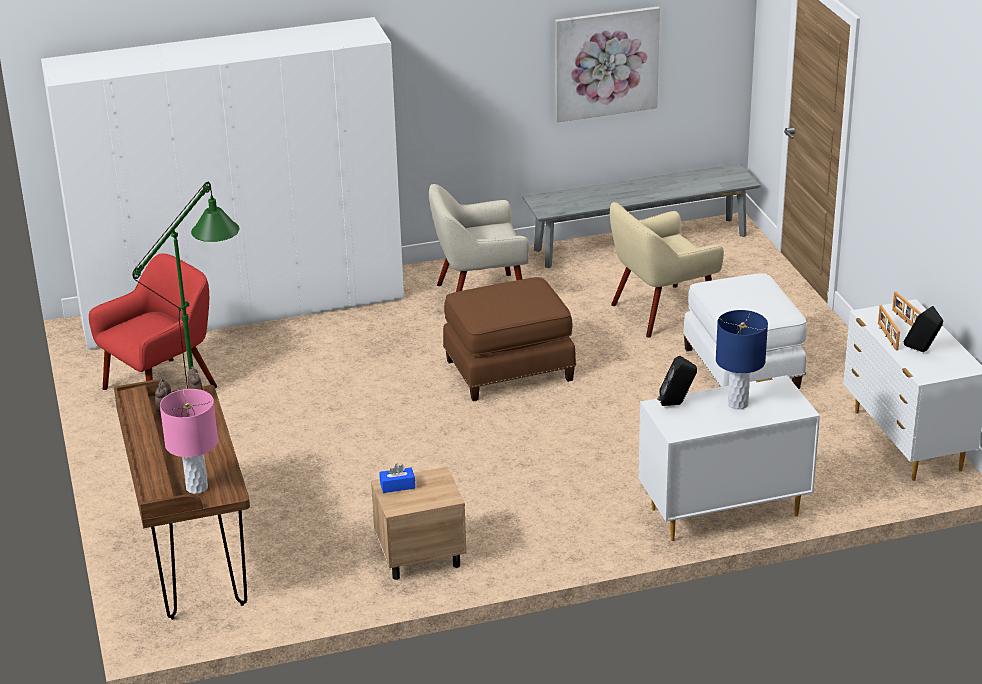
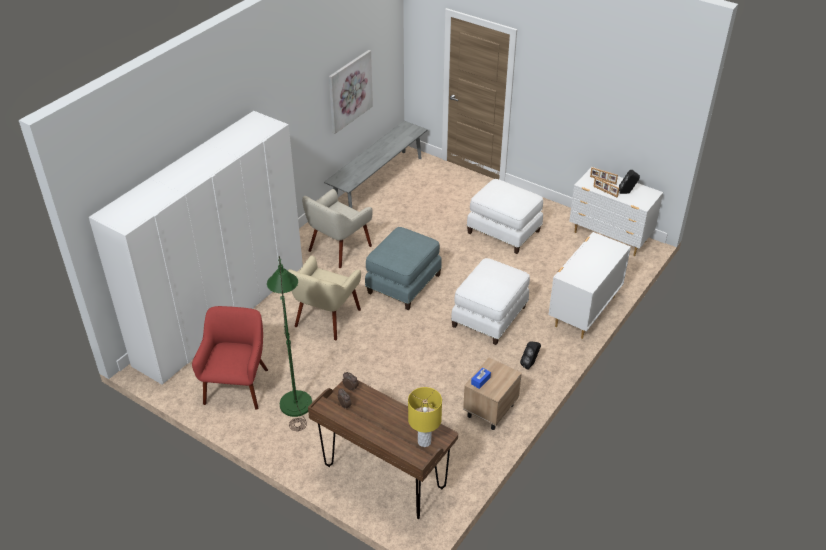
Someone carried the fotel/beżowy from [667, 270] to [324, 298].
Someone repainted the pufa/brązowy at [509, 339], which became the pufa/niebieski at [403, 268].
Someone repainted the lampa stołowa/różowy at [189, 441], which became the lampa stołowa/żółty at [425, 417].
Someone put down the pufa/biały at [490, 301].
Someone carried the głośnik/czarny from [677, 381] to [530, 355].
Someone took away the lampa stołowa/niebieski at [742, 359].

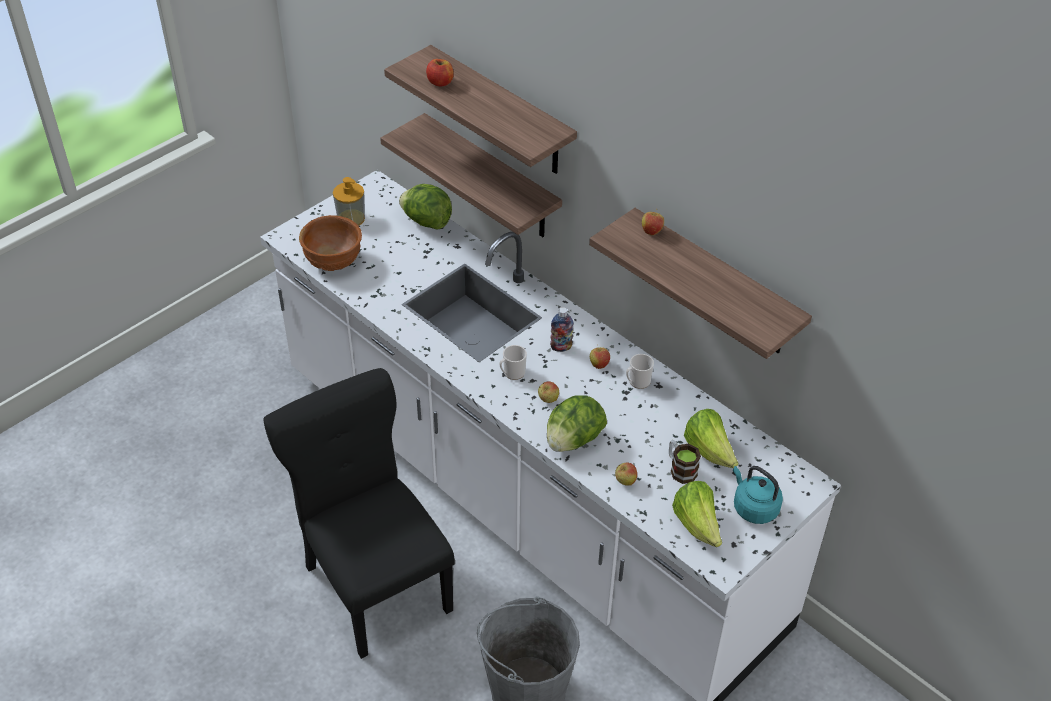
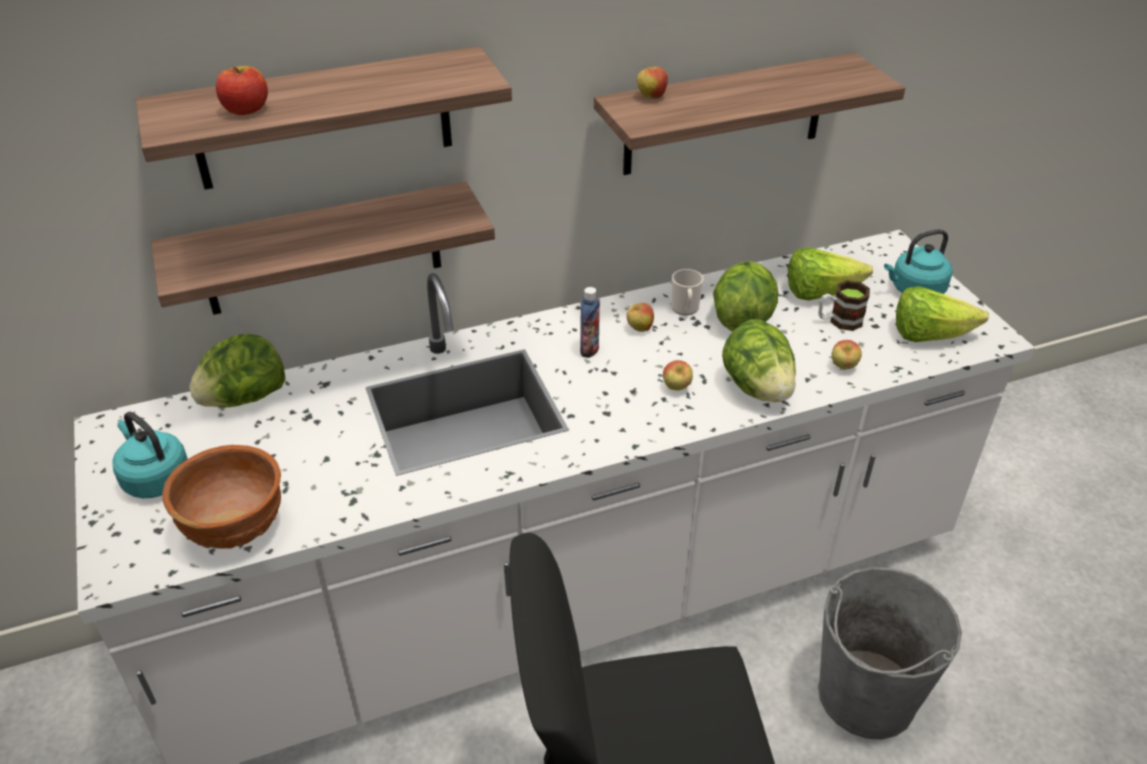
Someone swapped the dozownik mydła at [349, 201] for the czajnik/turkusowy at [150, 455].
Someone put down the sałata at [745, 296].
Someone took away the kubek at [513, 362].

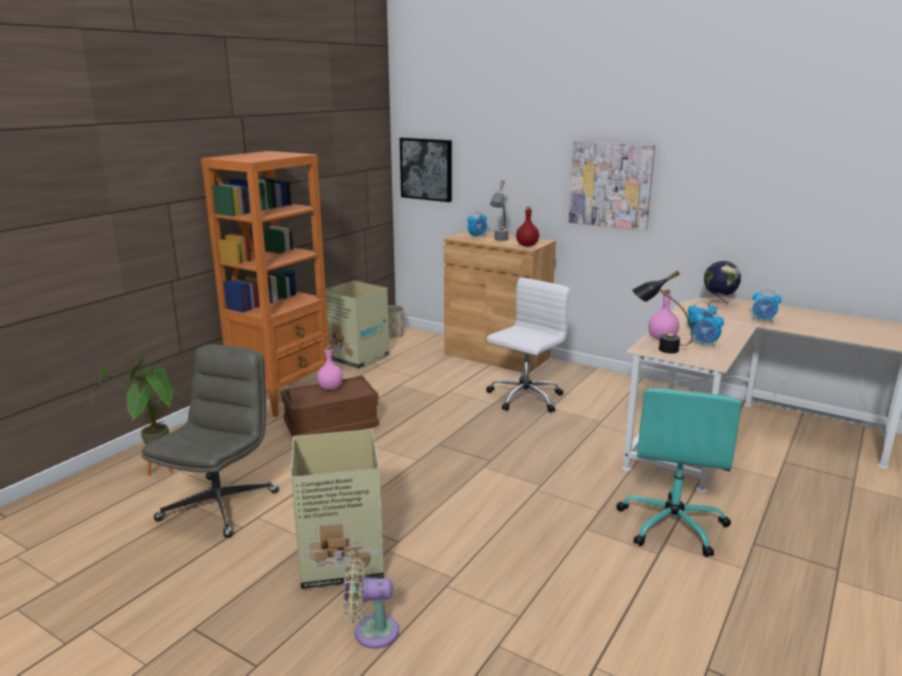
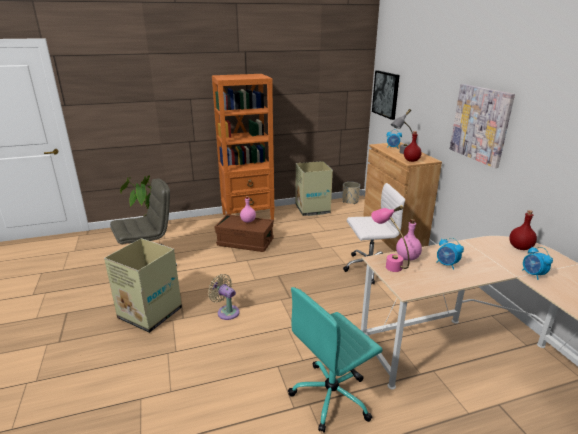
Someone carried the wentylator/beżowy from [371, 603] to [224, 297].
Someone repainted the lampa stołowa/czarny at [662, 312], which became the lampa stołowa/różowy at [390, 238].
Someone swapped the globus at [722, 285] for the butelka/czerwony at [523, 230].
Someone took away the budzik at [708, 328].

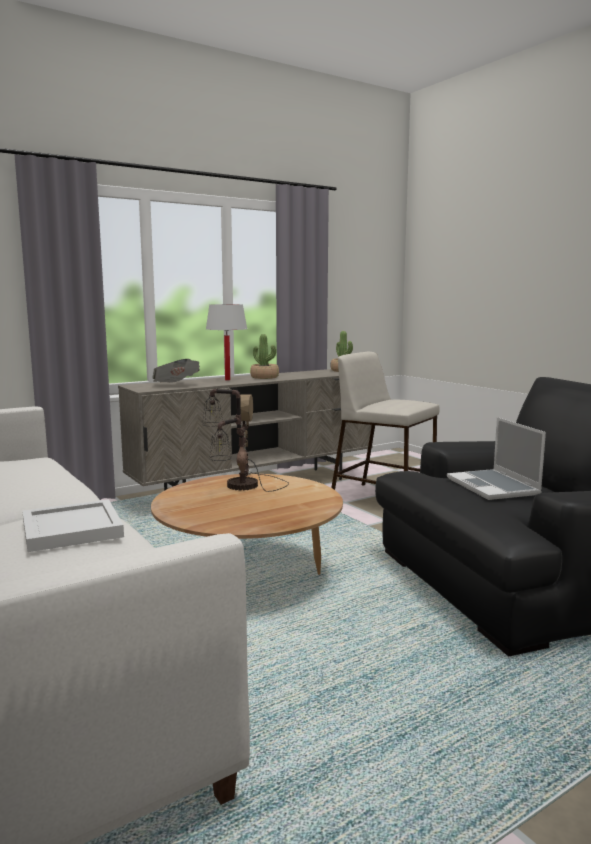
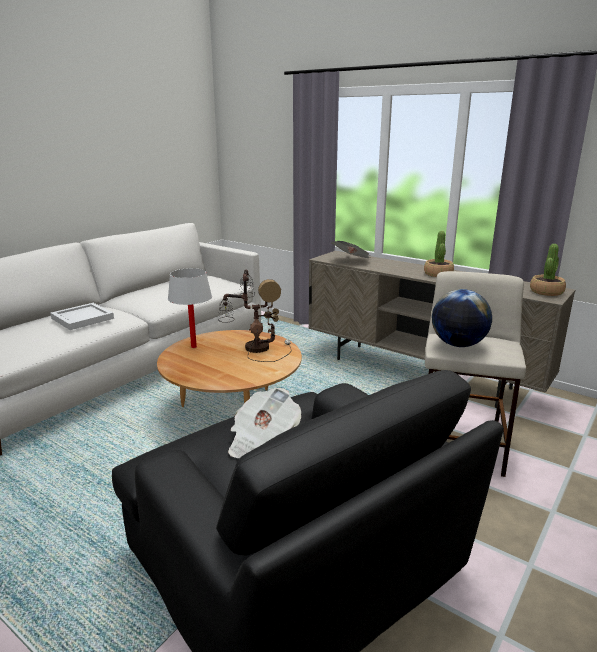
Someone carried the lampa stołowa/biały from [226, 342] to [190, 308].
Someone swapped the laptop at [496, 458] for the gazeta at [264, 423].
Someone put down the globus at [462, 318].

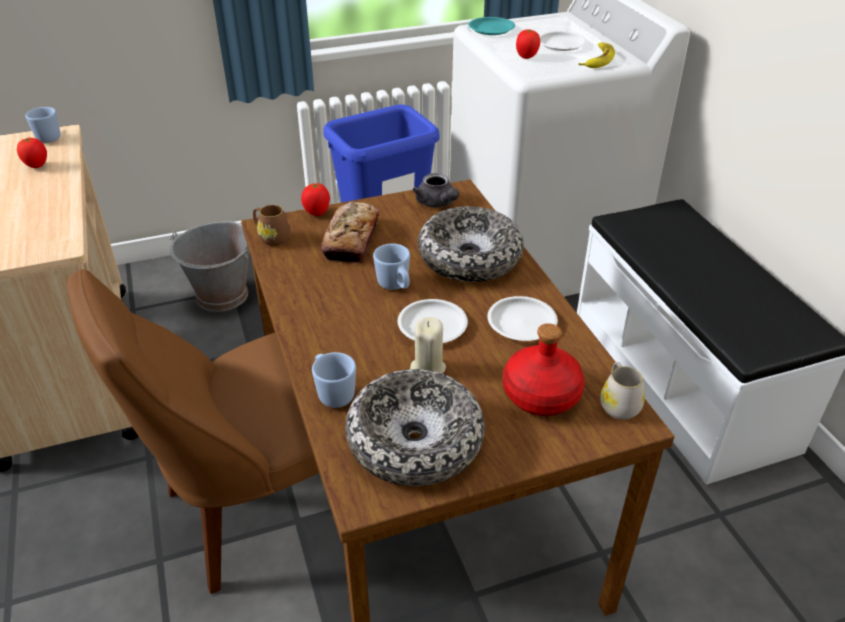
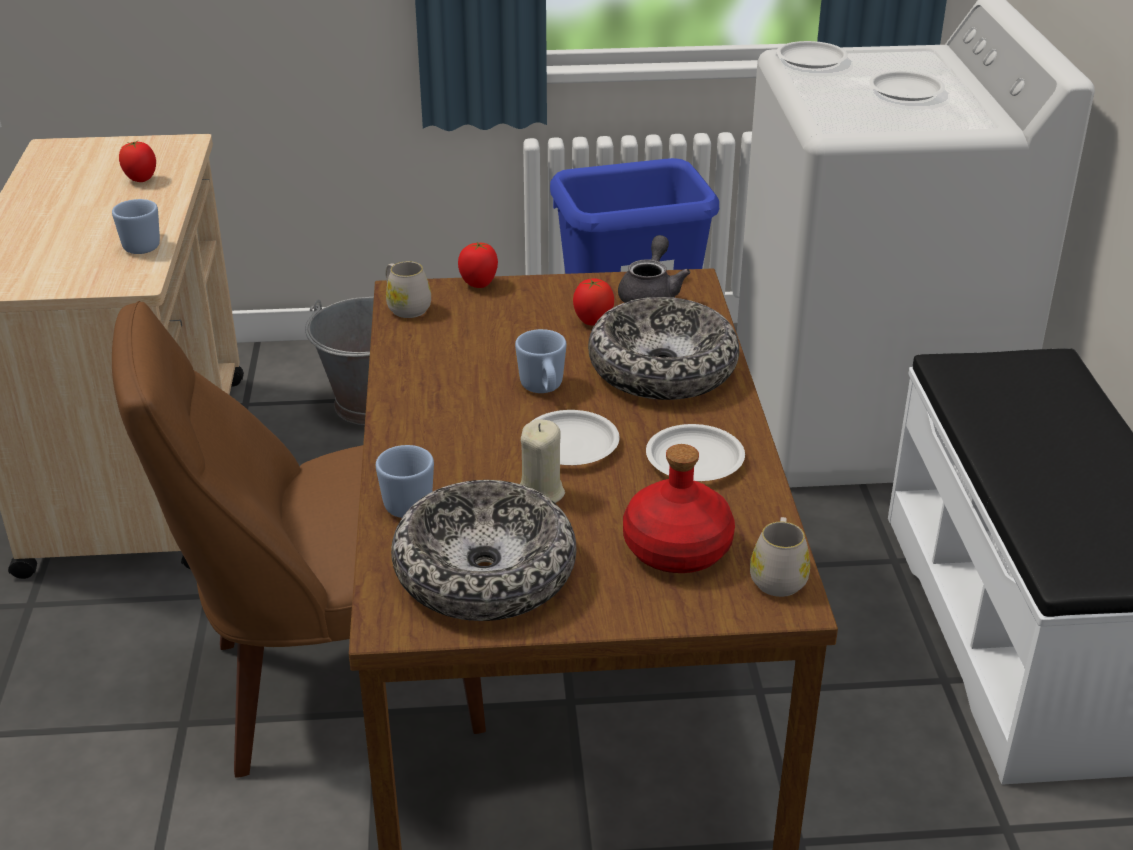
Someone carried the kubek/niebieski from [42, 125] to [136, 226].
Someone repainted the kubek/brązowy at [272, 225], which became the kubek/biały at [408, 289].
Someone carried the pomidor from [528, 44] to [593, 302].
Someone rotated the imbryk/szary at [436, 190] by 150 degrees counterclockwise.
Someone repainted the talerz/turkusowy at [491, 26], which became the talerz/biały at [812, 54].
Someone took away the chleb at [350, 232].
Someone took away the banan at [596, 55].

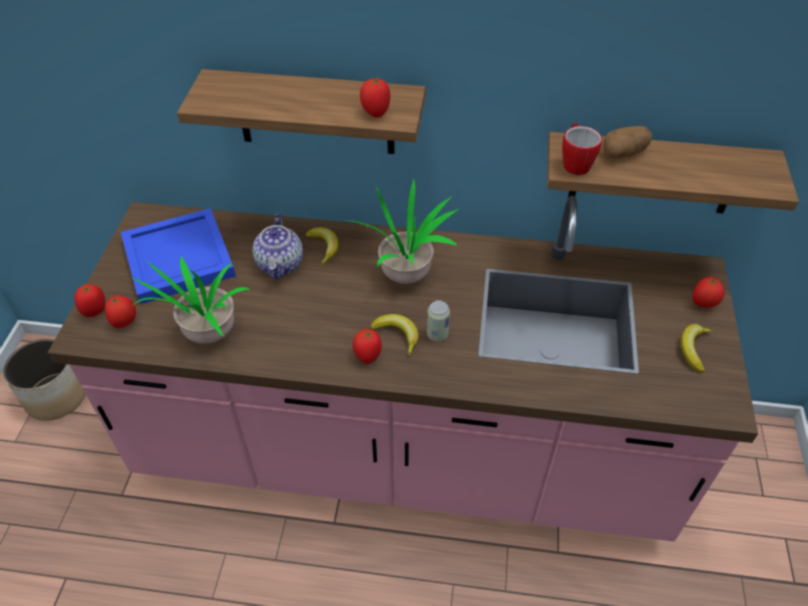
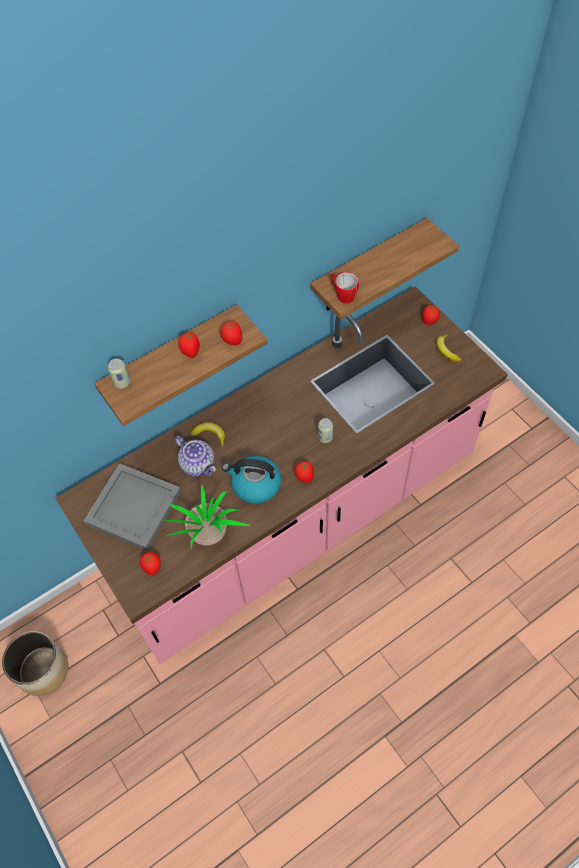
Someone repainted the taca/niebieski at [178, 256], which became the taca/szary at [132, 507].
Someone put down the puszka at [119, 373].
Someone carried the pomidor from [90, 300] to [189, 345].
Someone put down the czajnik at [251, 480].
Someone took away the roślina doniczkowa at [403, 231].
Someone took away the banan at [394, 335].
Someone took away the ziemniak at [627, 142].

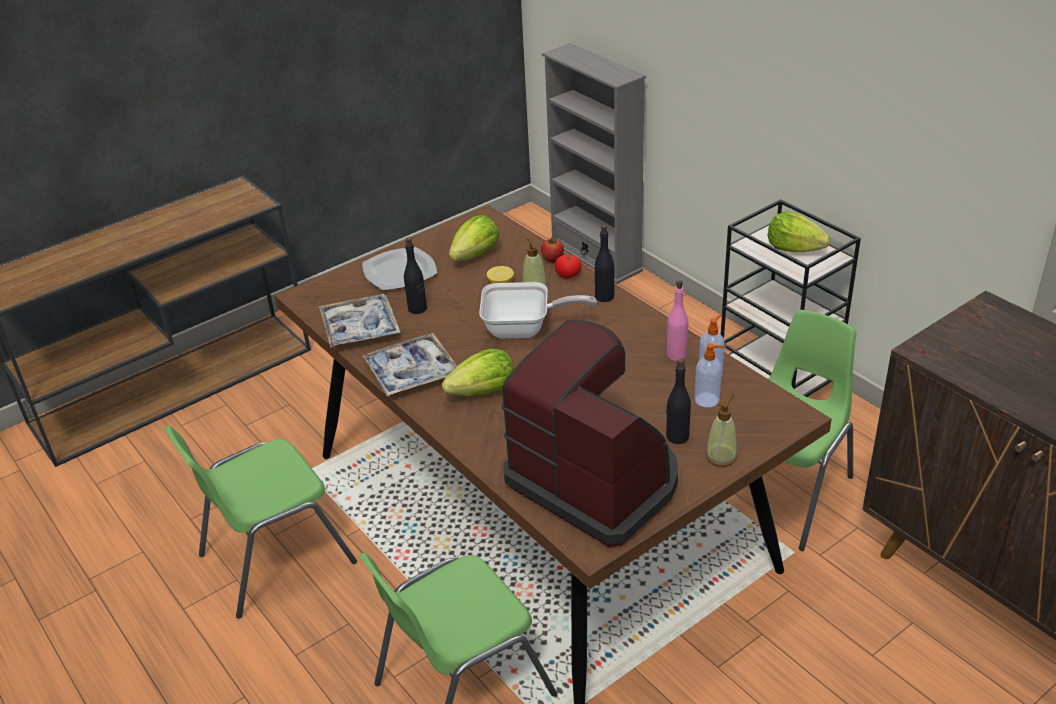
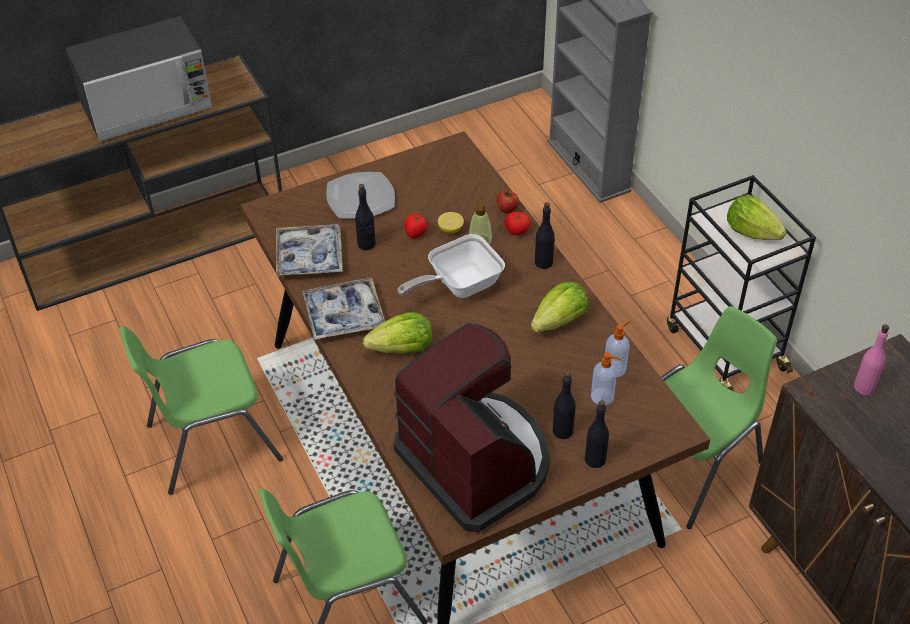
Someone put down the mikrofalówka at [138, 78].
Someone rotated the patelnia at [538, 310] by 135 degrees clockwise.
Someone put down the pomidor at [416, 226].
Someone carried the sałata from [474, 238] to [559, 307].
Someone swapped the dozownik mydła at [721, 430] for the butelka/czarny at [597, 434].
Someone carried the butelka/różowy from [677, 320] to [871, 359].

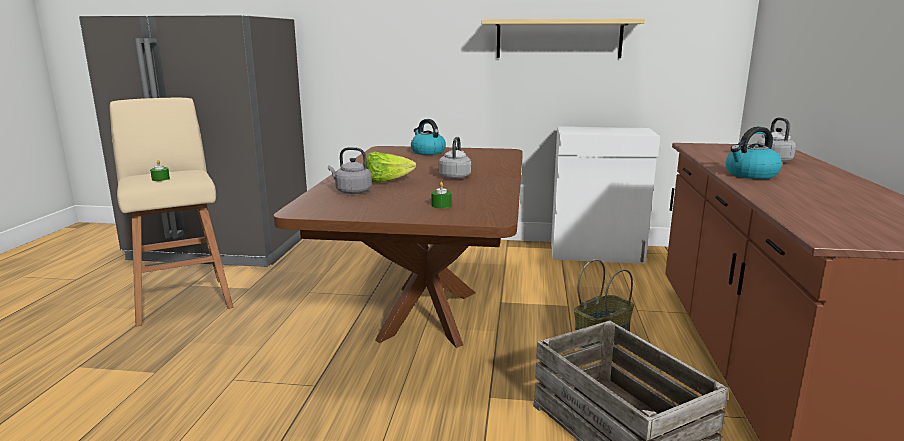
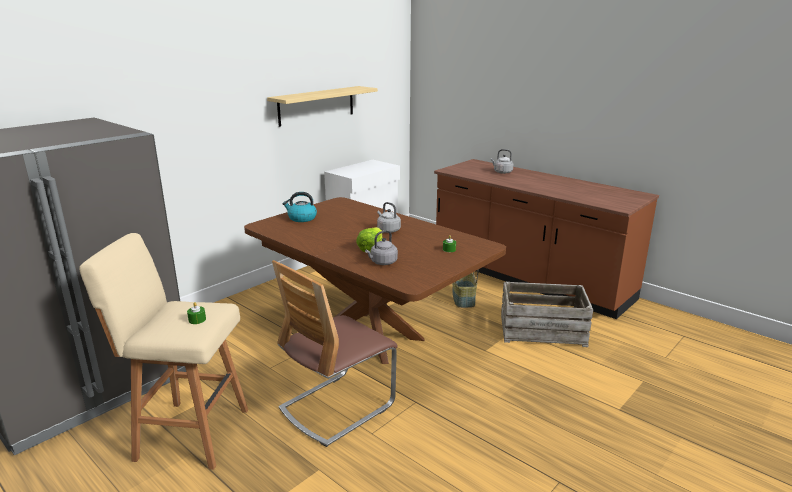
Someone put down the krzesło at [335, 353].
Someone took away the czajnik at [754, 153].

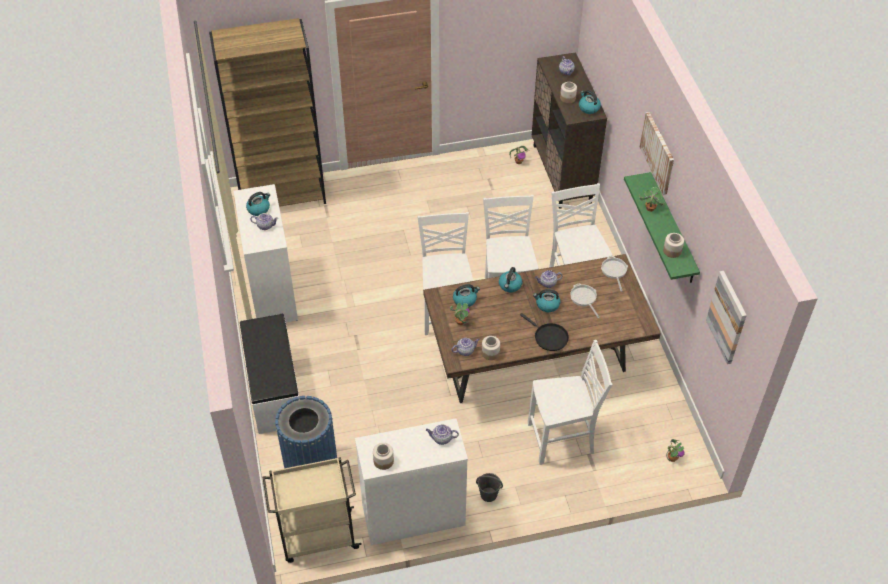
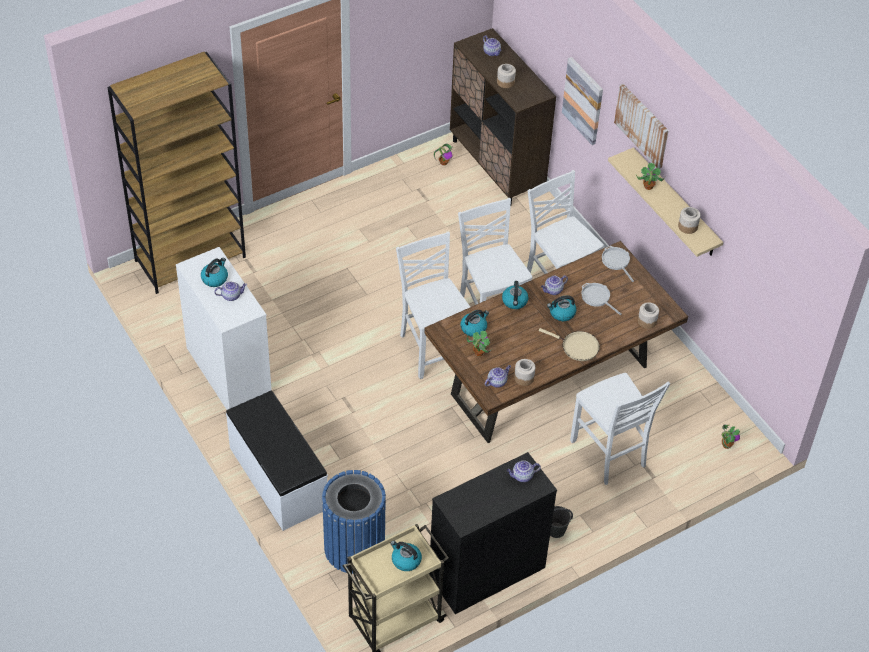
Someone carried the czajnik from [590, 102] to [406, 556].
Someone repainted the komoda/biały at [411, 481], which became the komoda/czarny at [493, 533].
Someone repainted the patelnia/czarny at [544, 332], which became the patelnia/beżowy at [569, 344].
Someone carried the obraz from [726, 317] to [582, 101].
Someone rotated the krzesło/biały at [570, 402] by 90 degrees clockwise.
Someone repainted the półka/zielony at [662, 227], which became the półka/beżowy at [665, 202].
Someone carried the słoik from [383, 456] to [648, 315].

